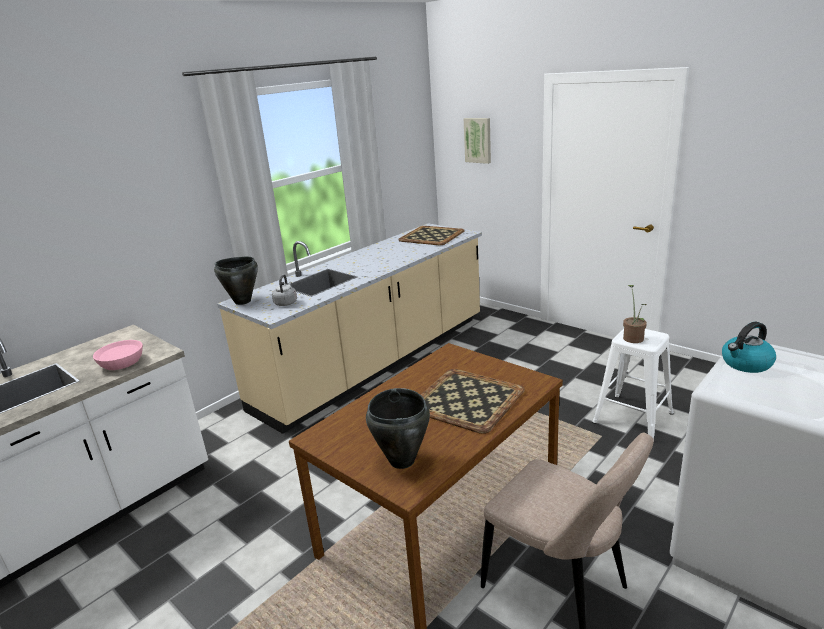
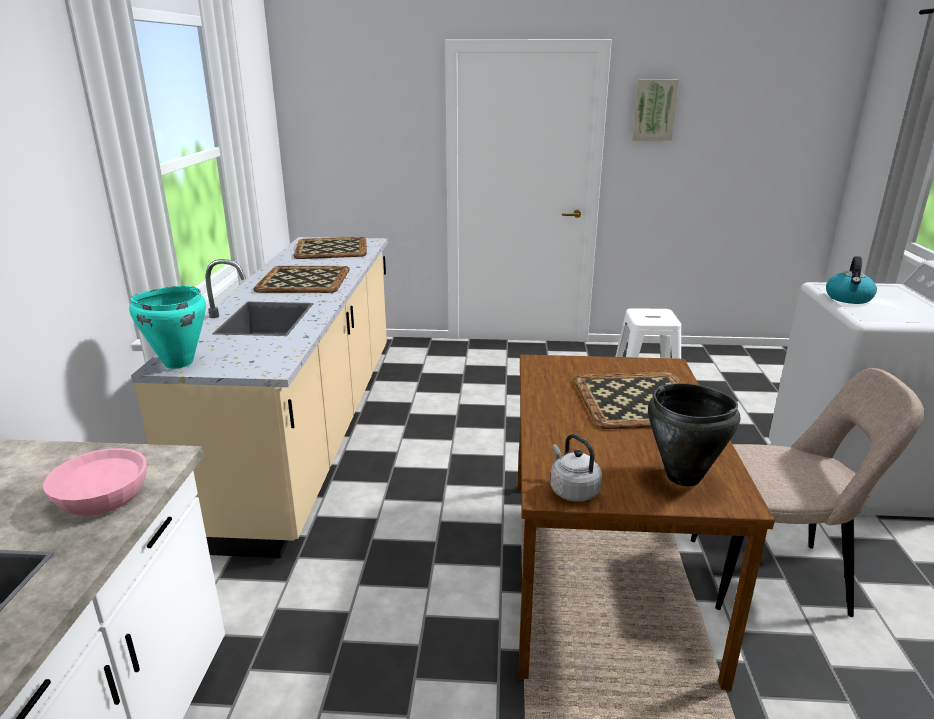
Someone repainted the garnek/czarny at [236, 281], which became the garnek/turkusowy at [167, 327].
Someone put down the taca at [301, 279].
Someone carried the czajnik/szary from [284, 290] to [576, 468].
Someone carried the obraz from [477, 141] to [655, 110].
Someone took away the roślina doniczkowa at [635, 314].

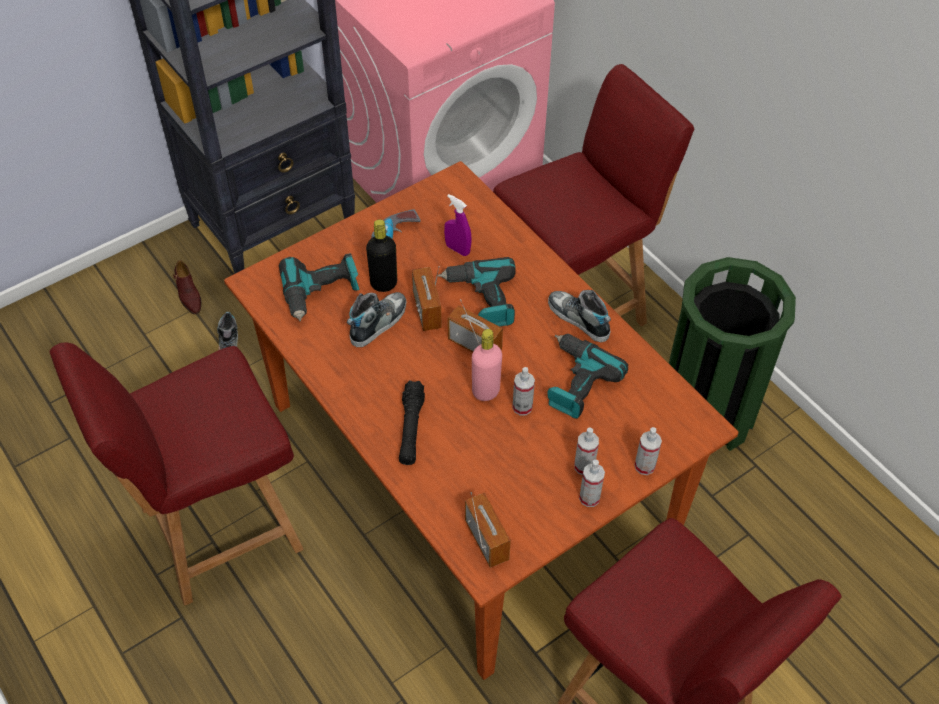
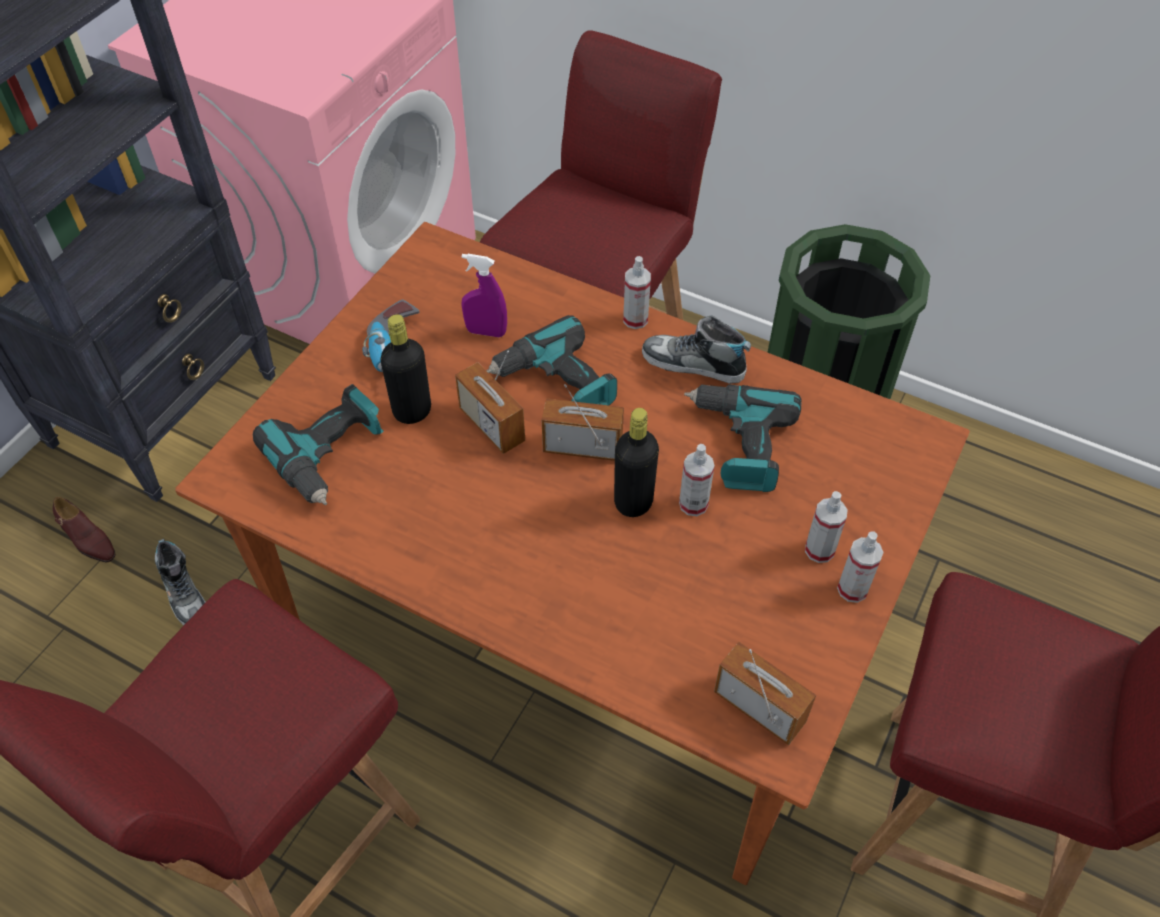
Someone repainted the butelka/różowy at [487, 365], which became the butelka/czarny at [636, 462].
Someone carried the spryskiwacz from [648, 451] to [637, 292].
Someone took away the but at [377, 319].
Someone took away the latarka/czarny at [412, 422].

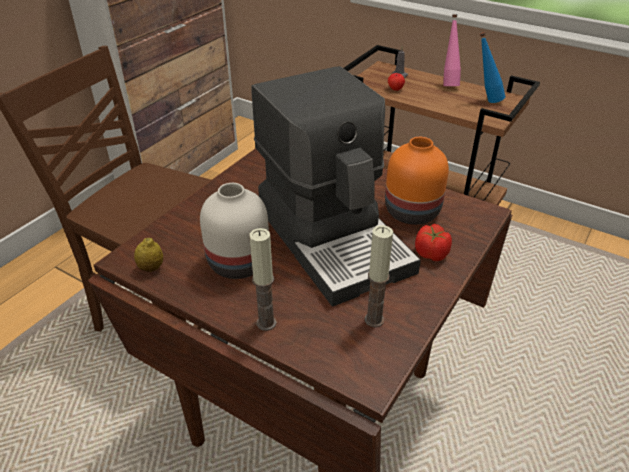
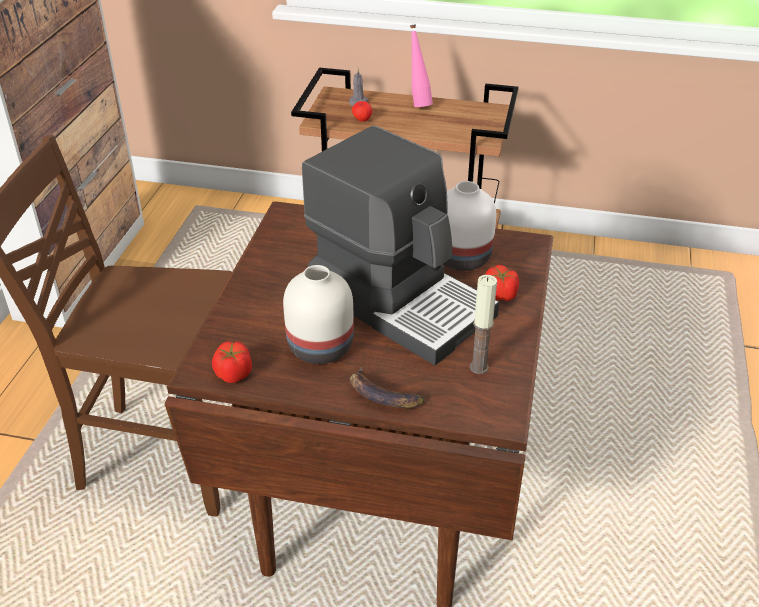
Someone swapped the cytryna at [148, 255] for the pomidor at [232, 362].
Someone swapped the świeca at [262, 279] for the banan at [387, 388].
Someone repainted the wazon/pomarańczowy at [417, 181], which became the wazon/biały at [469, 226].
Someone took away the butelka/niebieski at [492, 67].

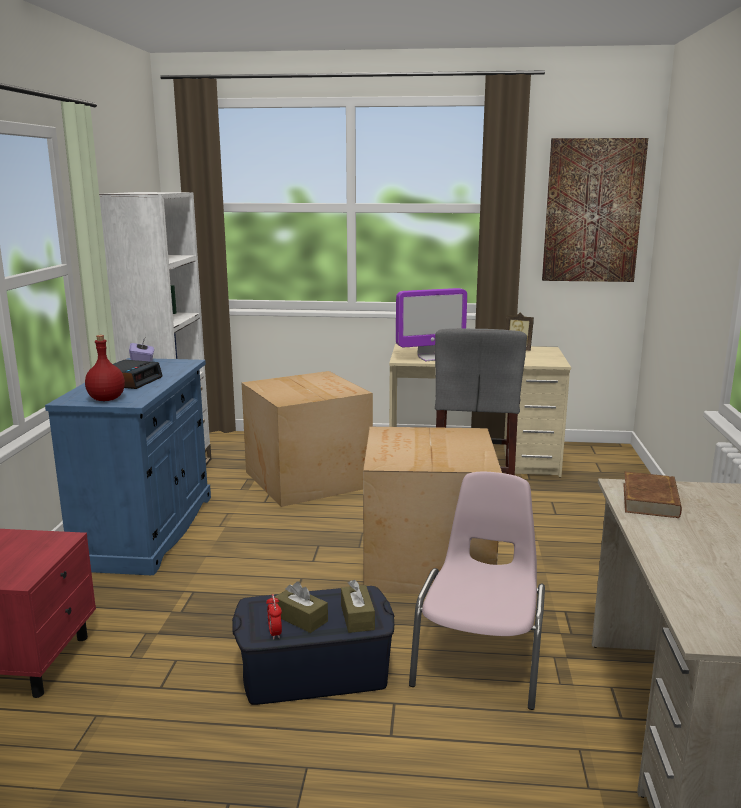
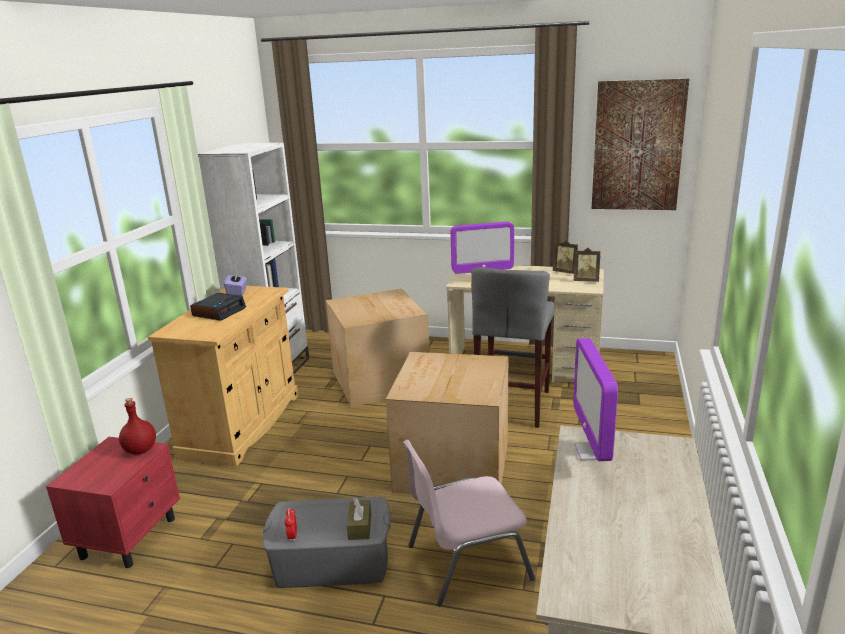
Someone carried the butelka/czerwony from [105, 368] to [137, 426].
Someone repainted the szafka/niebieski at [128, 466], which became the szafka/beżowy at [223, 376].
Someone repainted the pojemnik do przechowywania/niebieski at [313, 645], which became the pojemnik do przechowywania/szary at [327, 542].
Someone rotated the krzesło/różowy at [477, 591] by 135 degrees counterclockwise.
Someone swapped the książka/brązowy at [652, 495] for the monitor at [595, 399].
Someone put down the ramka na zdjęcie at [587, 265].
Someone took away the pudełko chusteczek/brązowy at [301, 607].

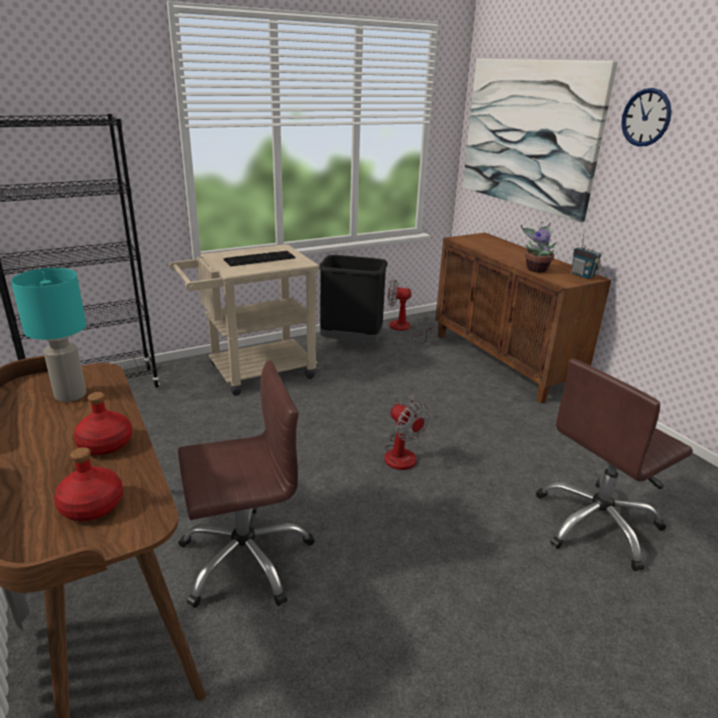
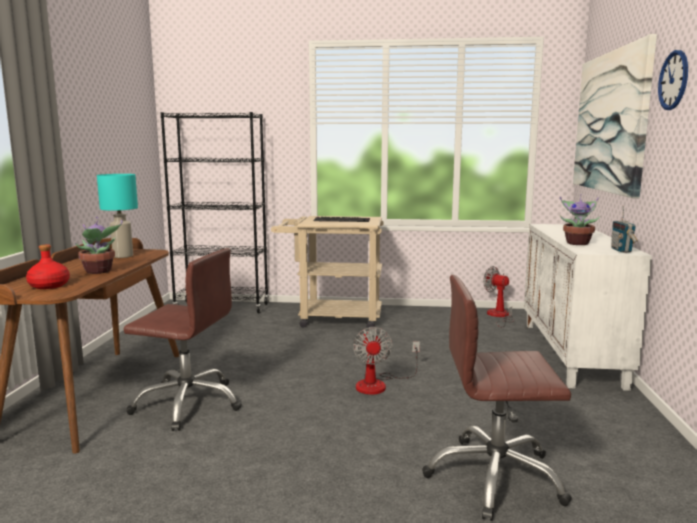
Someone swapped the butelka/czerwony at [103, 423] for the roślina doniczkowa at [99, 245].
Someone repainted the szafka/brązowy at [523, 318], which became the szafka/biały at [588, 307].
Someone took away the kosz na śmieci/czarny at [353, 298].

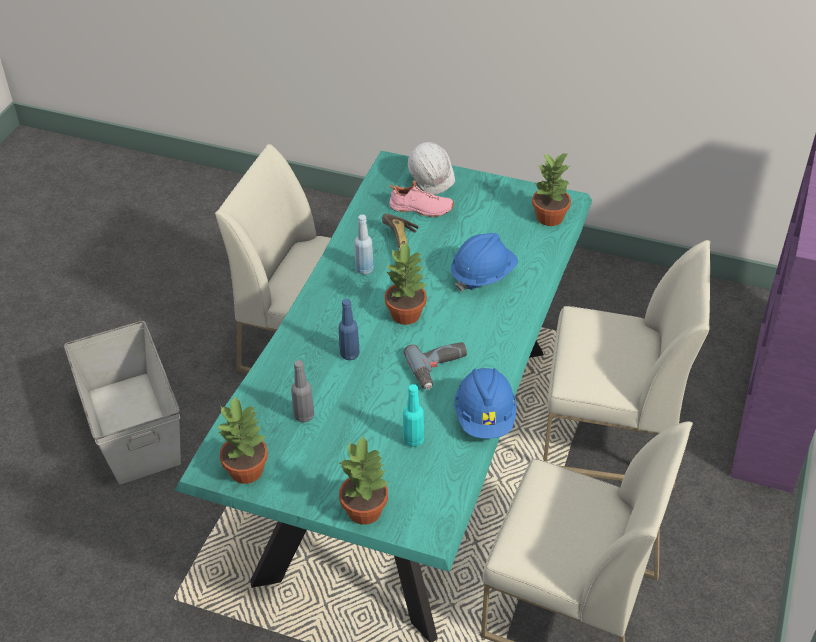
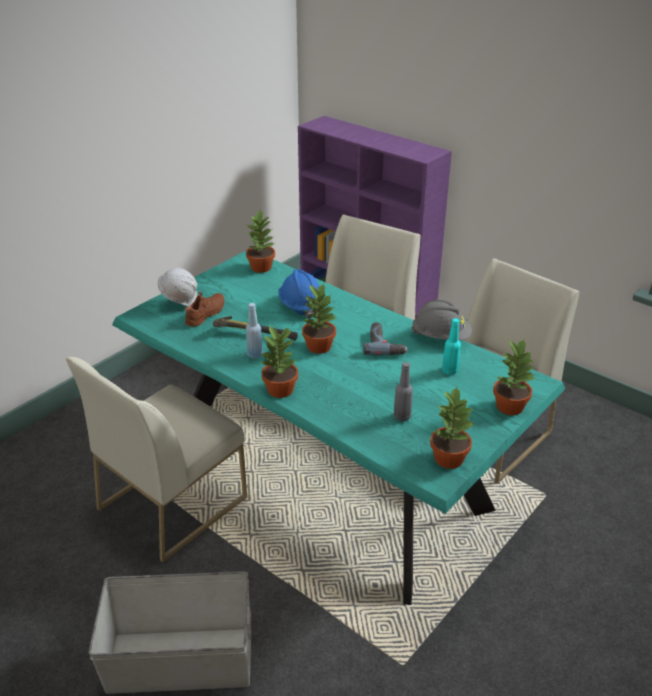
Someone repainted the but/różowy at [421, 198], which became the but/brązowy at [204, 309].
Someone put down the roślina doniczkowa at [280, 362].
Someone repainted the kask/niebieski at [485, 403], which became the kask/szary at [441, 320].
Someone took away the butelka/niebieski at [349, 329].

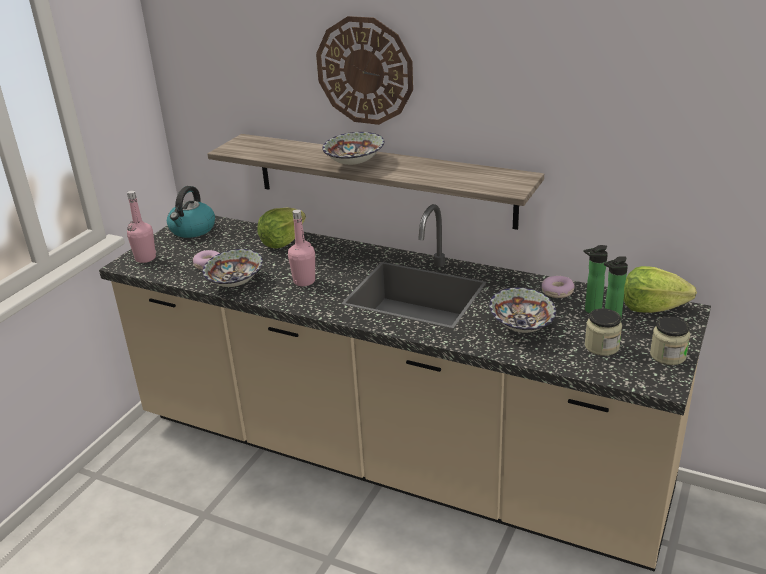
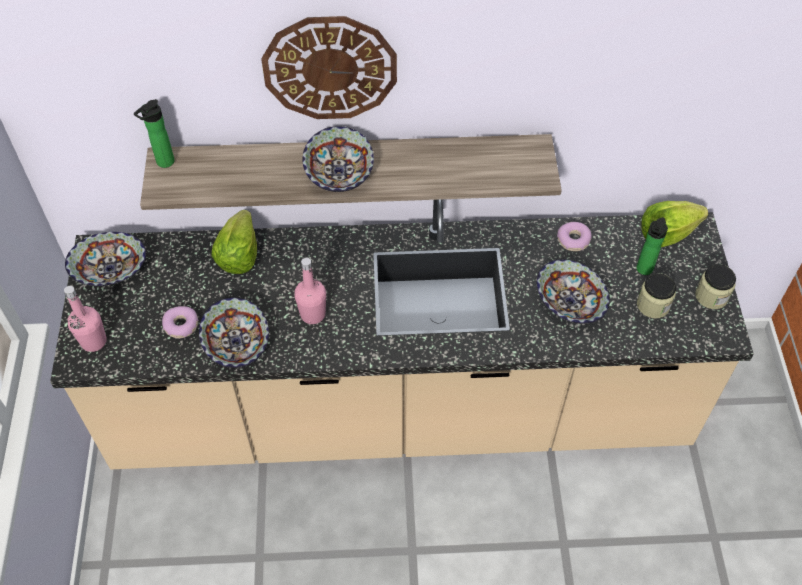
Someone swapped the czajnik at [191, 212] for the miska at [105, 259].
Someone carried the butelka from [595, 279] to [154, 133].

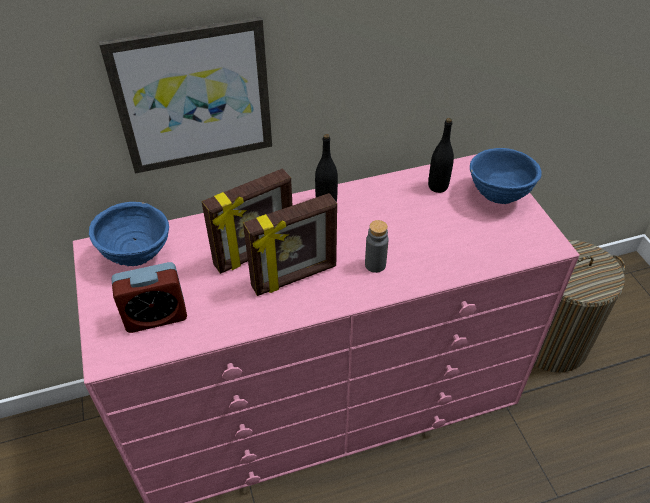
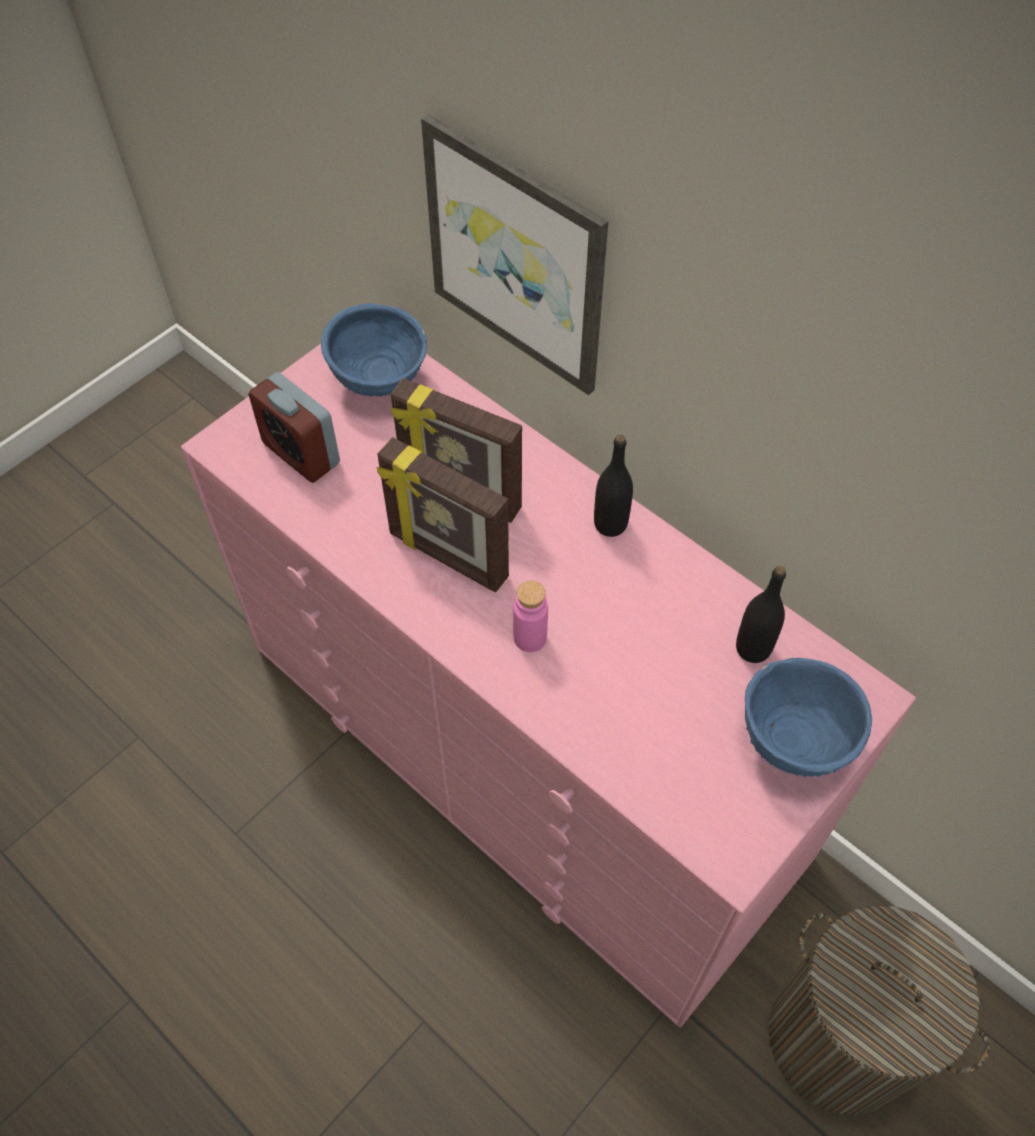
Someone repainted the butelka/szary at [377, 246], which became the butelka/różowy at [530, 616].

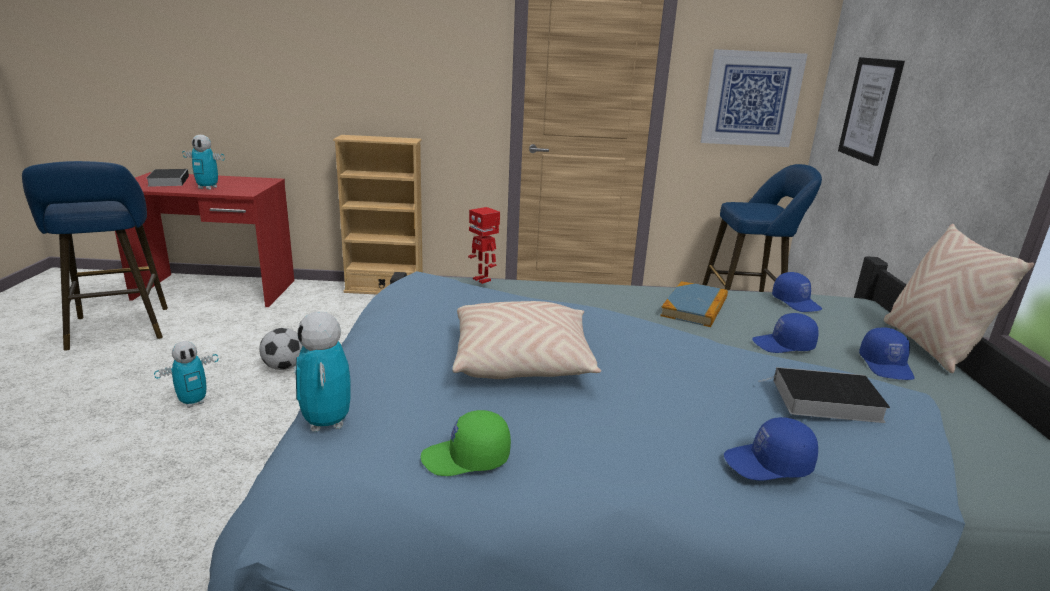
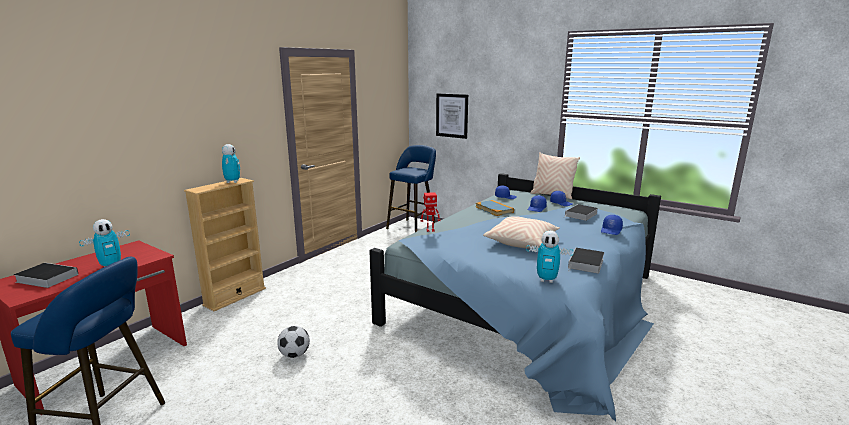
Someone carried the robot zabawkowy from [186, 374] to [231, 163].
Someone swapped the czapka z daszkiem/zielony at [466, 443] for the książka at [586, 261].
Someone took away the obraz at [754, 98].

